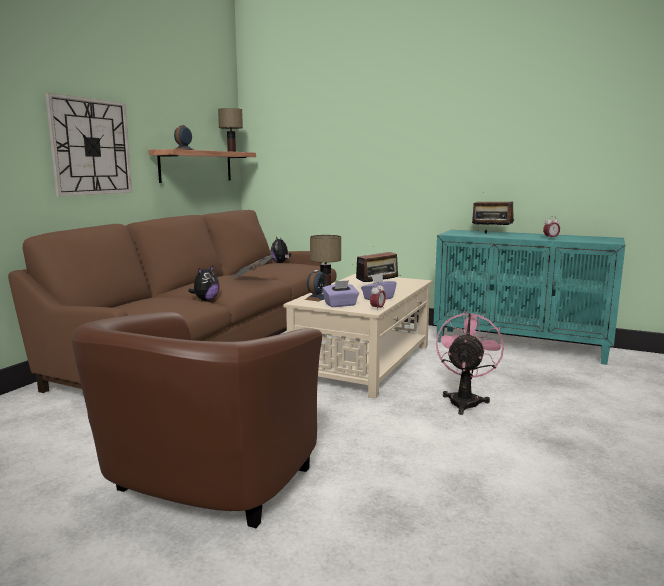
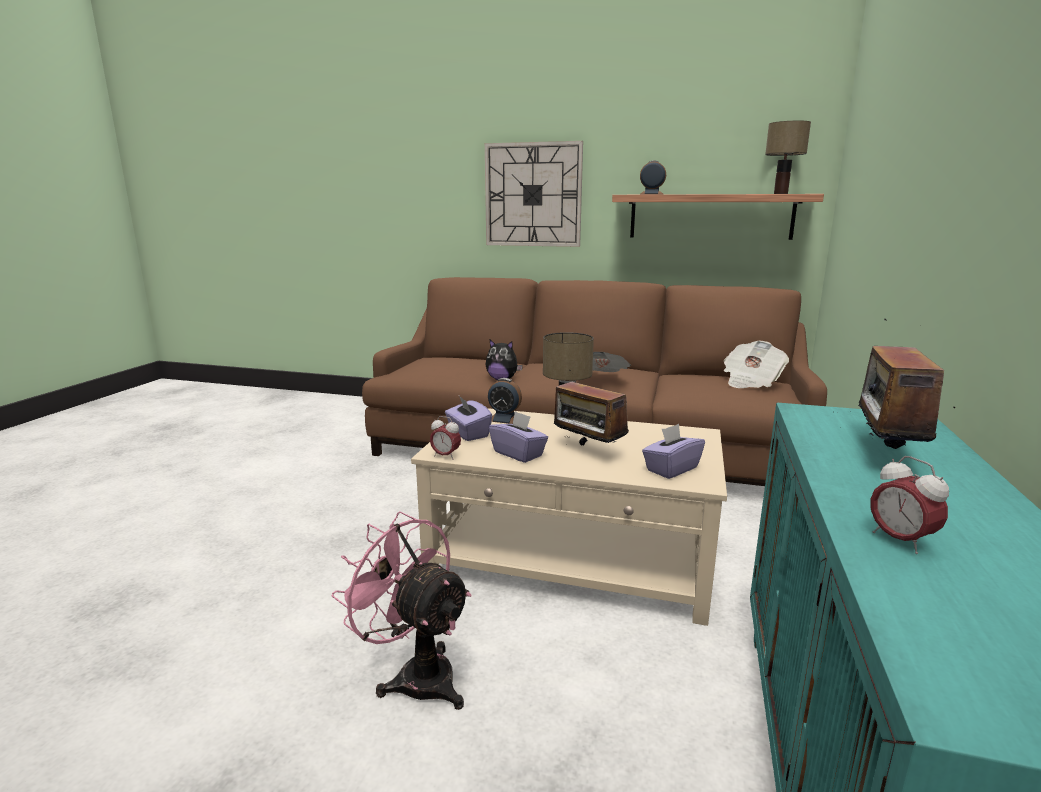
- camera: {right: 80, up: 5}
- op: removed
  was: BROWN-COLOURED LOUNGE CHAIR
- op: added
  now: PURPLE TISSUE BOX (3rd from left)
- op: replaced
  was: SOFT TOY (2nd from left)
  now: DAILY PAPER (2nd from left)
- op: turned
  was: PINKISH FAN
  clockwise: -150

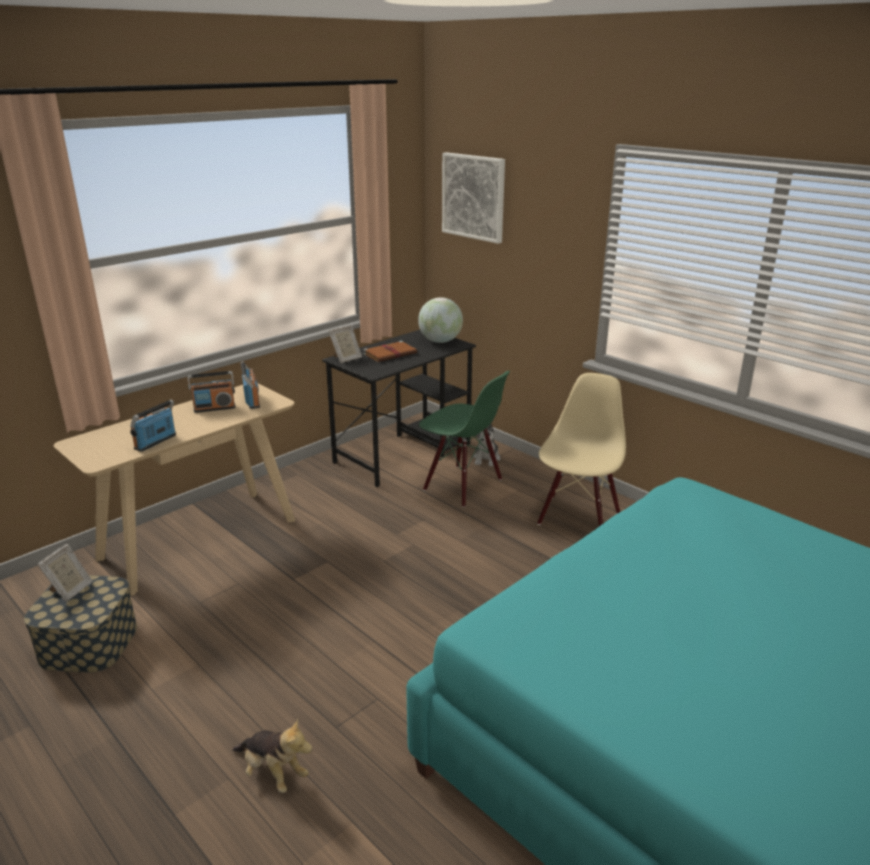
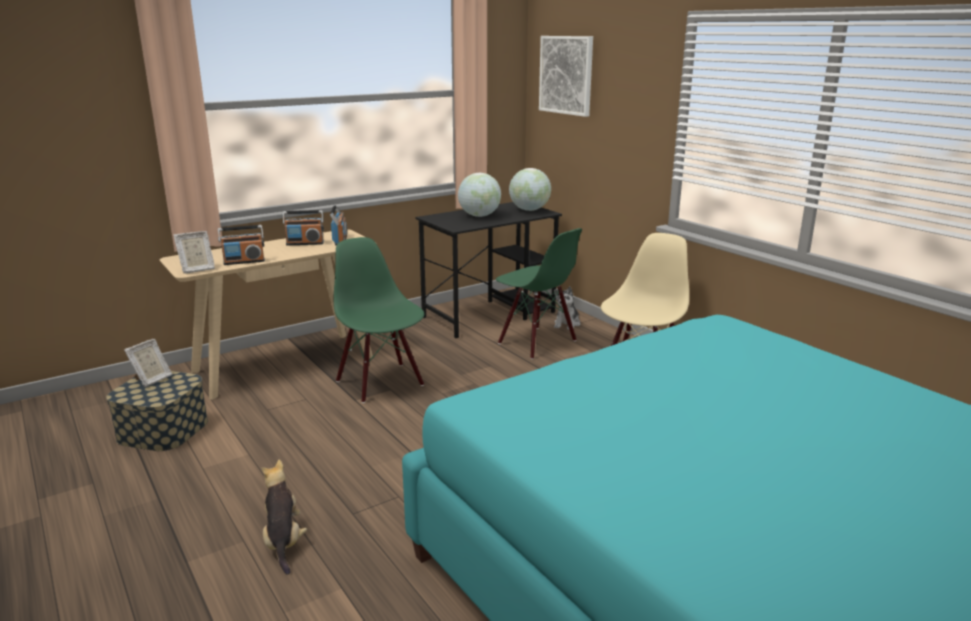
- camera: {right: 10, up: -5}
- op: added
  now: GREENISH UPRIGHT CHAIR (1st from left)
- op: moved
  was: PICTURE FRAME (2nd from left)
- op: replaced
  was: BROWN-COLOURED BOOK
  now: GLOBE (1st from left)
- op: turned
  was: RADIO (1st from left)
  clockwise: -150
- op: turned
  was: SOFT TOY (1st from left)
  clockwise: -150

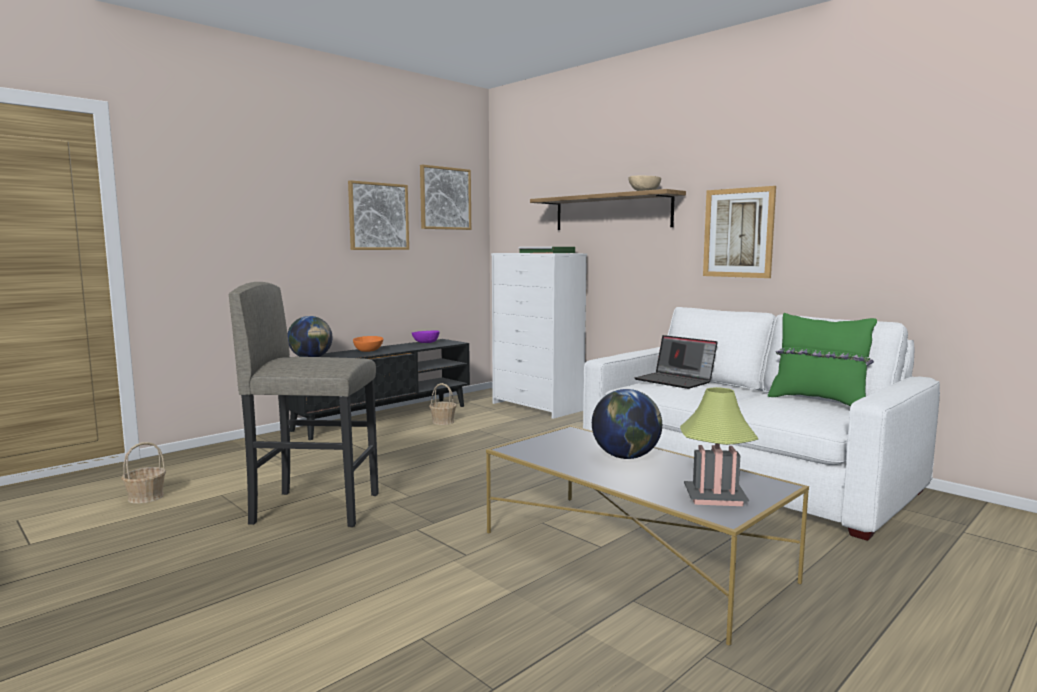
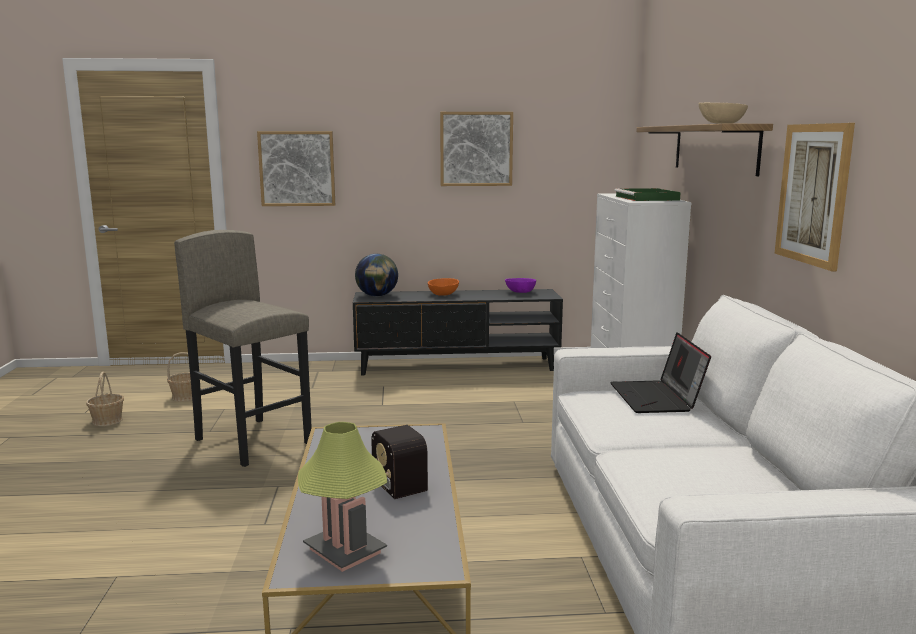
- camera: {right: 40, up: 5}
- op: removed
  was: GREENISH CUSHION
- op: moved
  was: WALL ART (2nd from left in the first image)
  now: WALL ART (1st from left)
- op: moved
  was: STORAGE BASKET (2nd from left in the first image)
  now: STORAGE BASKET (1st from left)
- op: replaced
  was: GLOBE (2nd from left)
  now: RADIO

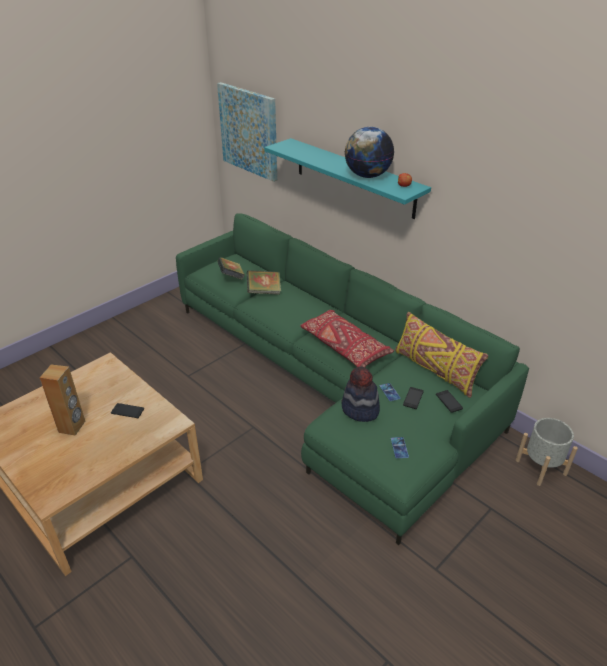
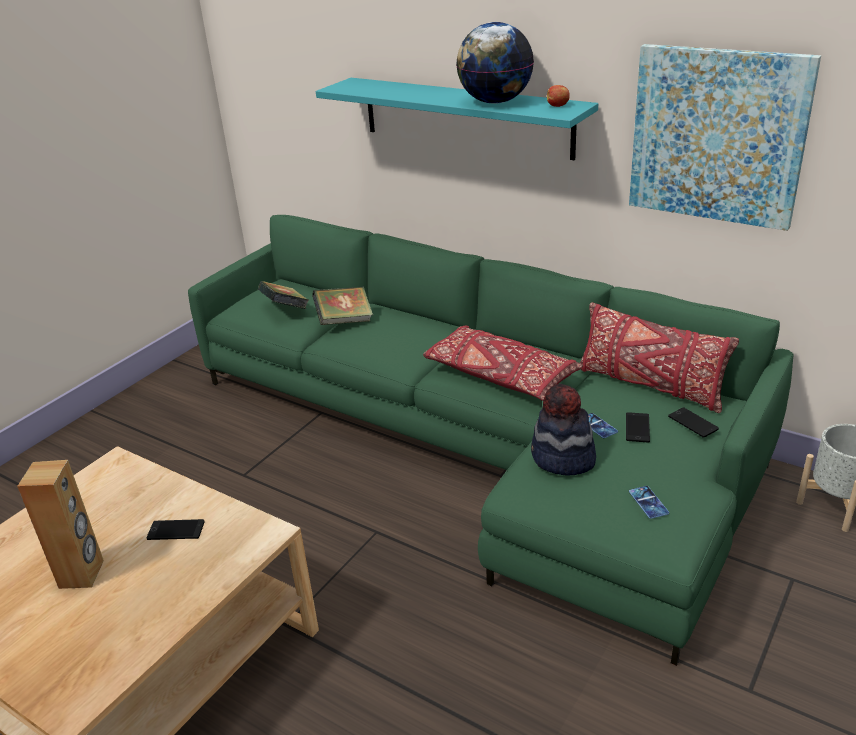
- camera: {right: -10, up: -5}
- op: moved
  was: WALL ART
- op: recoloured
  was: YELLOWISH CUSHION
  now: RED-COLOURED CUSHION (2nd from left)

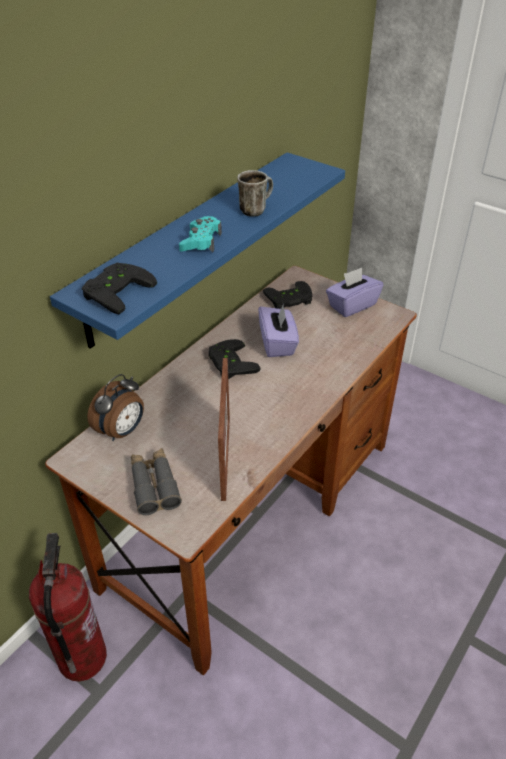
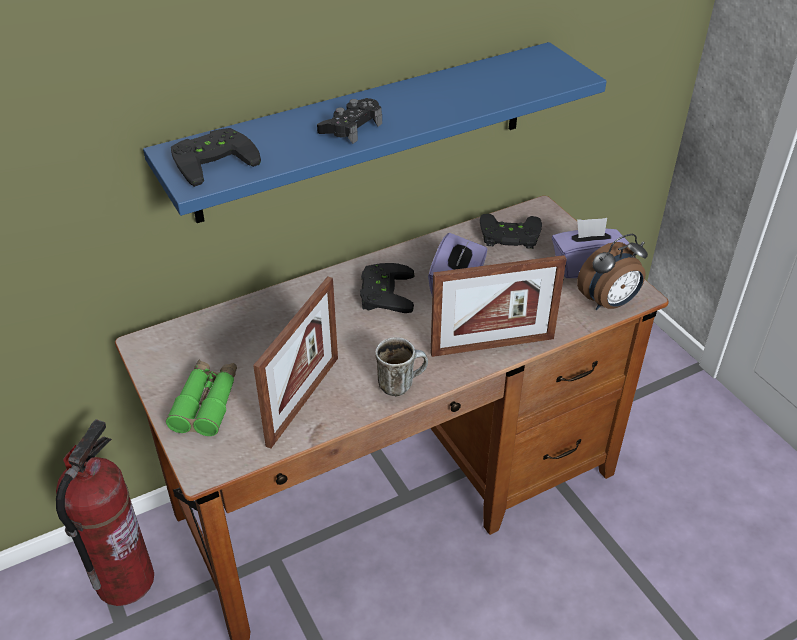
- camera: {right: 25, up: 0}
- op: added
  now: PICTURE FRAME (2nd from left)
- op: moved
  was: TABLE CLOCK
- op: moved
  was: TEA MUG
- op: recoloured
  was: GREY BINOCULARS
  now: GREENISH BINOCULARS
- op: recoloured
  was: TURQUOISE GAME CONTROLLER
  now: BLACKISH GAME CONTROLLER (2nd from left)

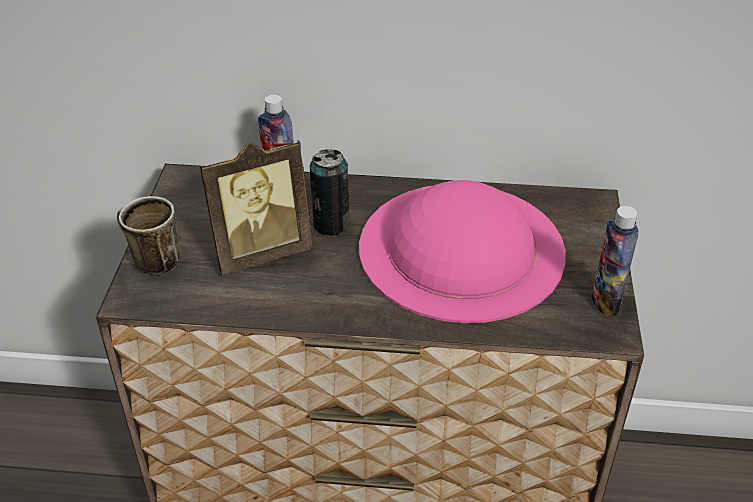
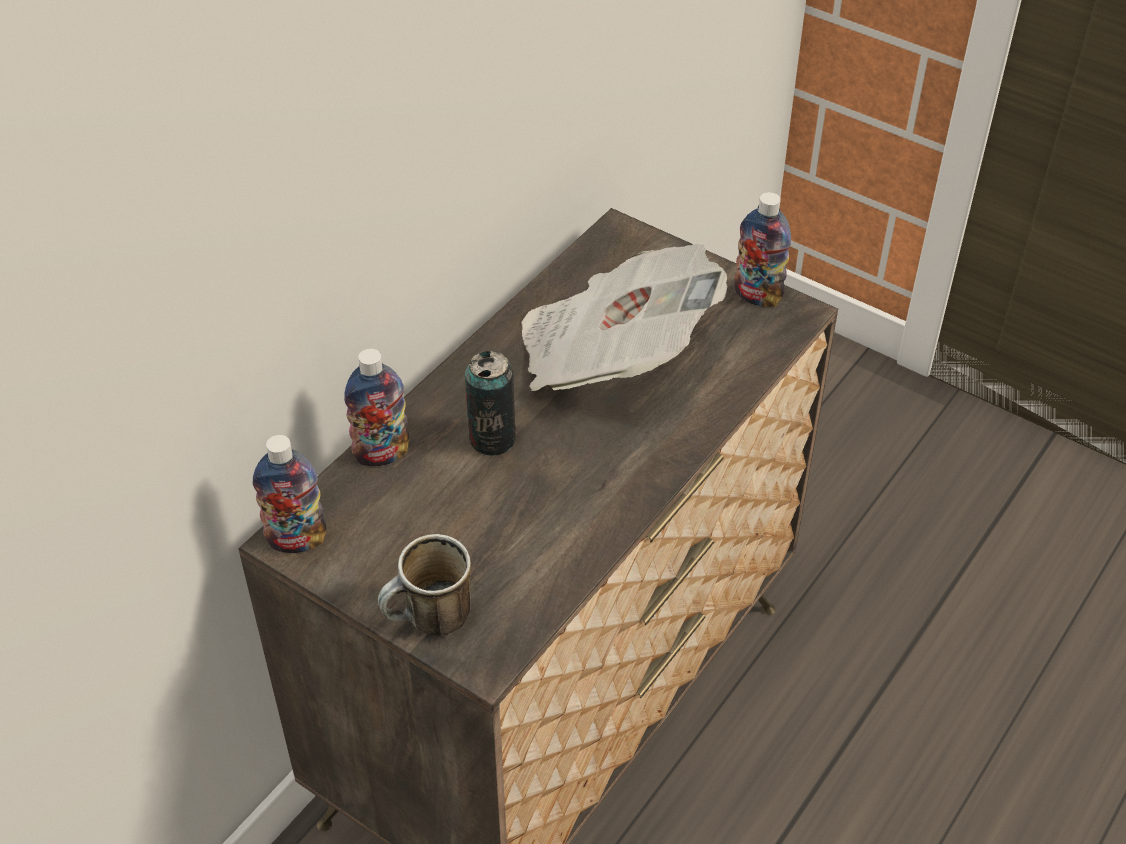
- camera: {right: -60, up: 5}
- op: removed
  was: PICTURE FRAME
- op: added
  now: BEVERAGE BOTTLE (1st from left)
- op: replaced
  was: PINKISH WEARABLE HAT
  now: DAILY PAPER

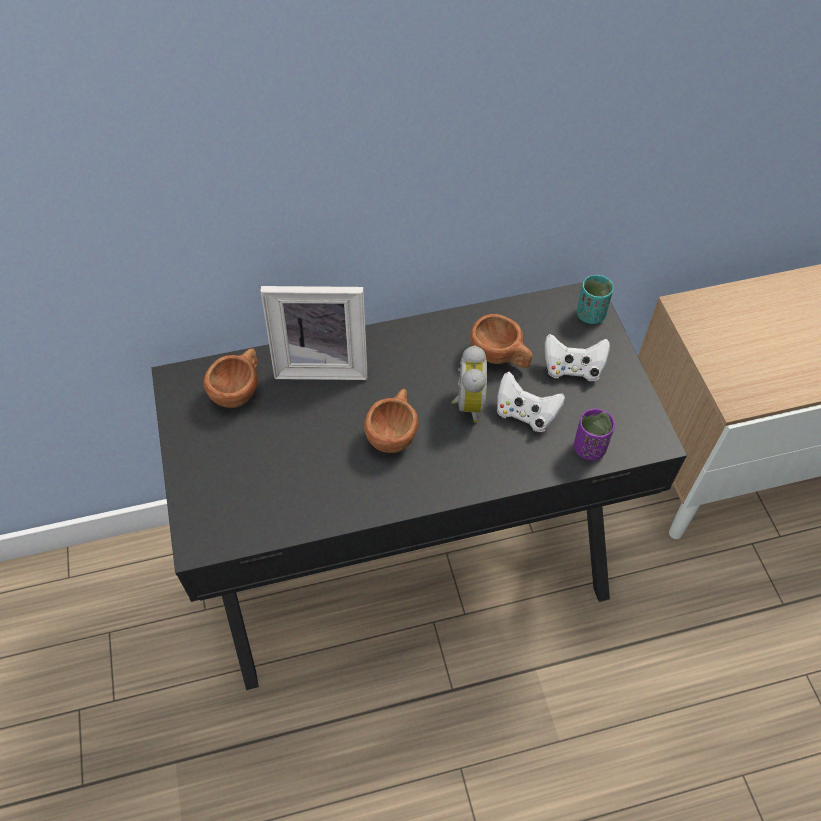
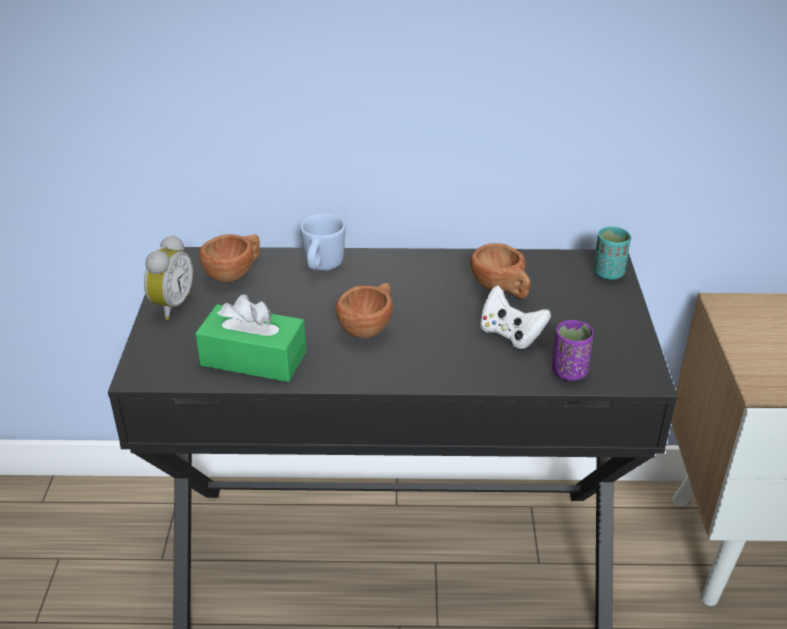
- camera: {right: 15, up: -20}
- op: removed
  was: WHITE-COLOURED GAME CONTROLLER (2nd from left)
- op: added
  now: GREENISH TISSUE BOX
- op: moved
  was: TABLE CLOCK
- op: replaced
  was: PICTURE FRAME
  now: BLUISH TEA MUG

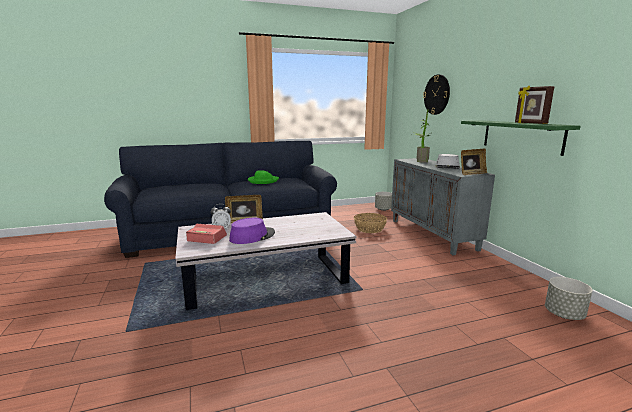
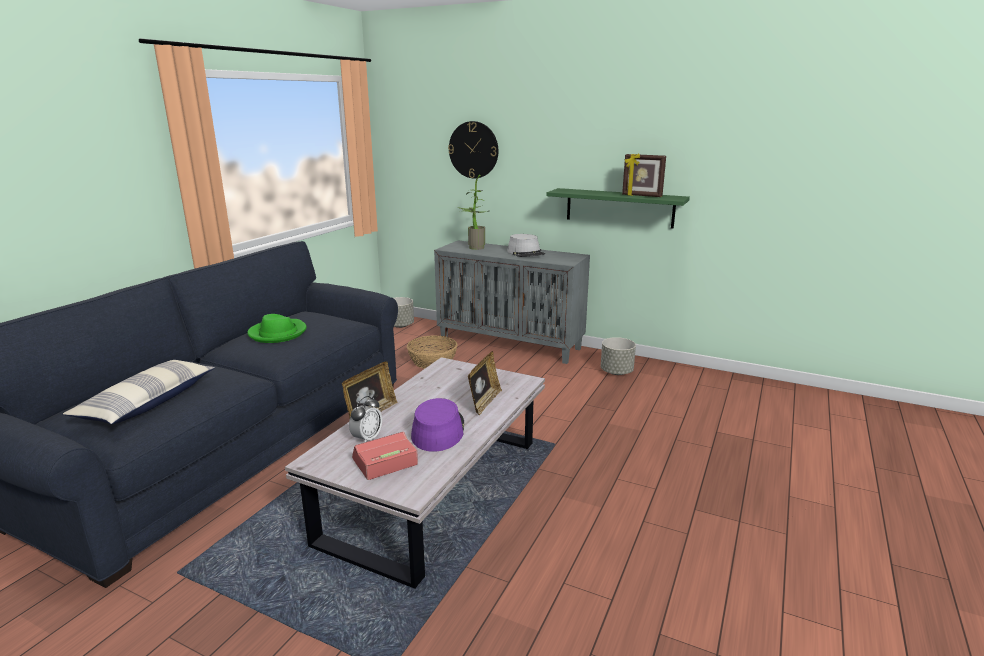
- camera: {right: -45, up: 5}
- op: added
  now: CUSHION
- op: moved
  was: PICTURE FRAME (2nd from left)
- op: moved
  was: GREY FLOWER POT (2nd from left)

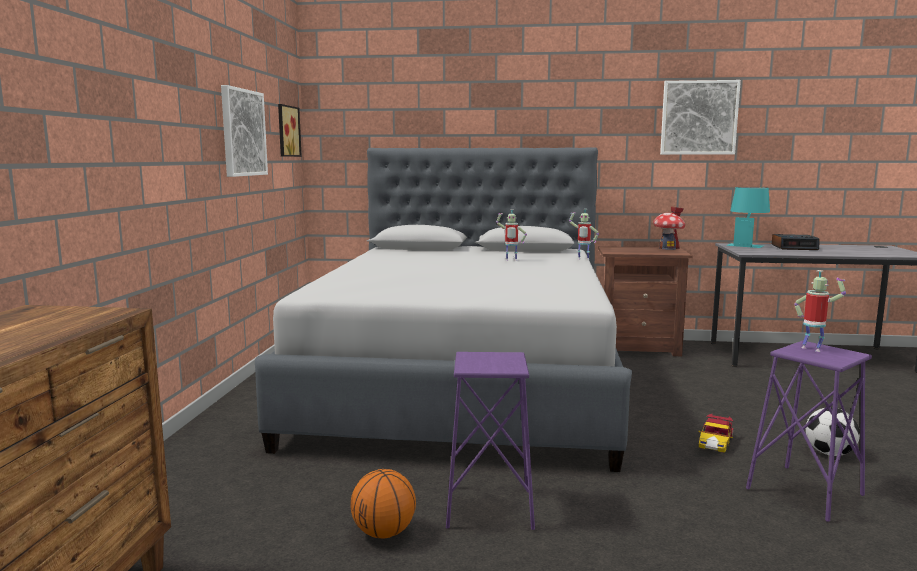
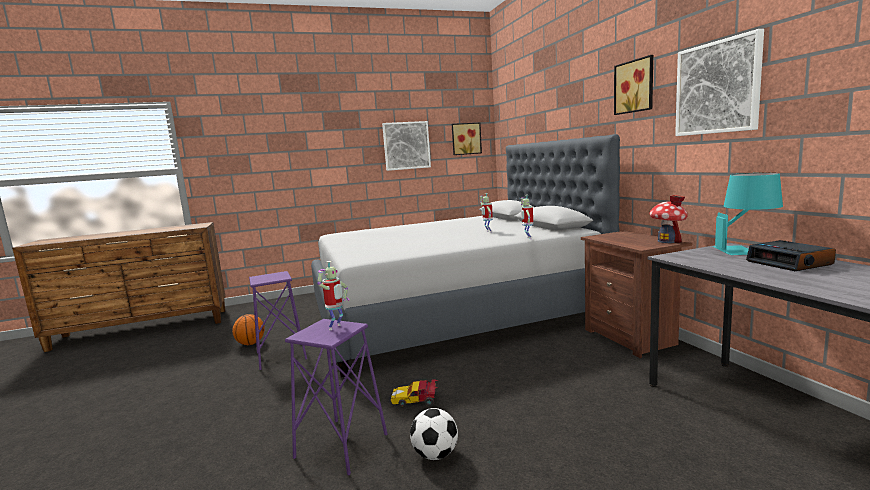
- camera: {right: 65, up: 0}
- op: added
  now: WALL ART (3rd from left)

